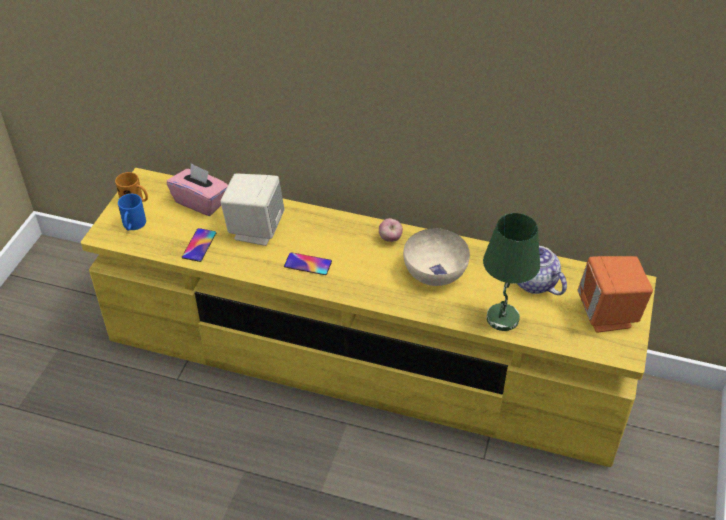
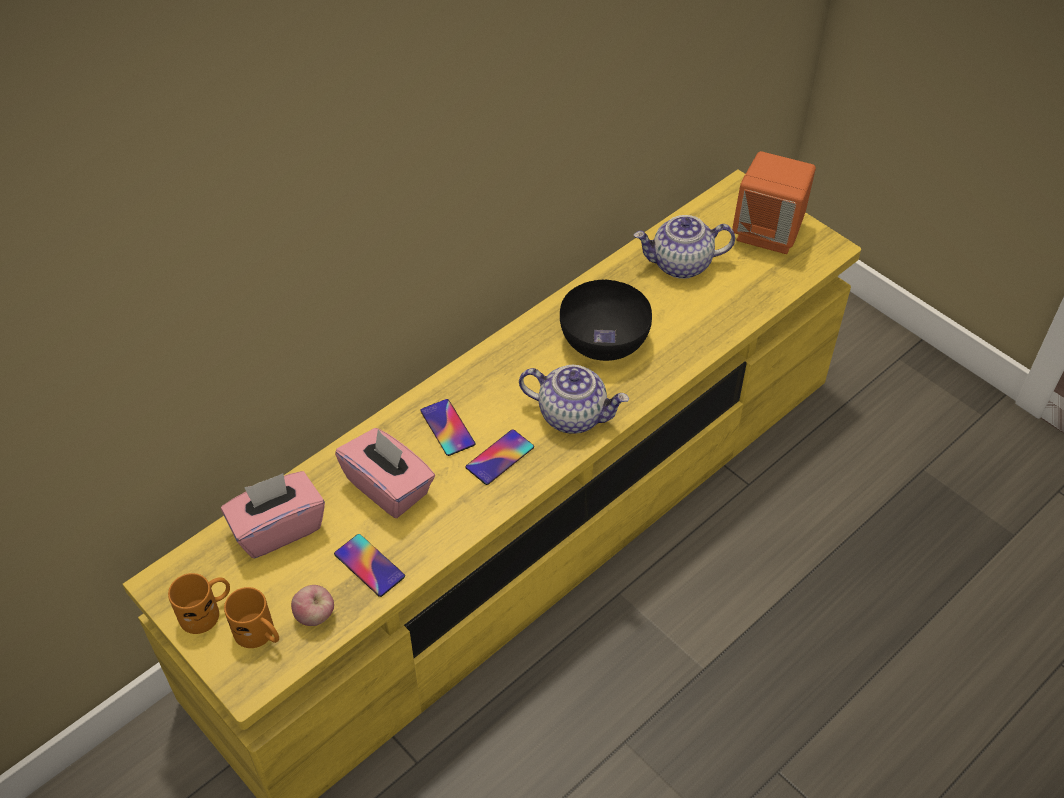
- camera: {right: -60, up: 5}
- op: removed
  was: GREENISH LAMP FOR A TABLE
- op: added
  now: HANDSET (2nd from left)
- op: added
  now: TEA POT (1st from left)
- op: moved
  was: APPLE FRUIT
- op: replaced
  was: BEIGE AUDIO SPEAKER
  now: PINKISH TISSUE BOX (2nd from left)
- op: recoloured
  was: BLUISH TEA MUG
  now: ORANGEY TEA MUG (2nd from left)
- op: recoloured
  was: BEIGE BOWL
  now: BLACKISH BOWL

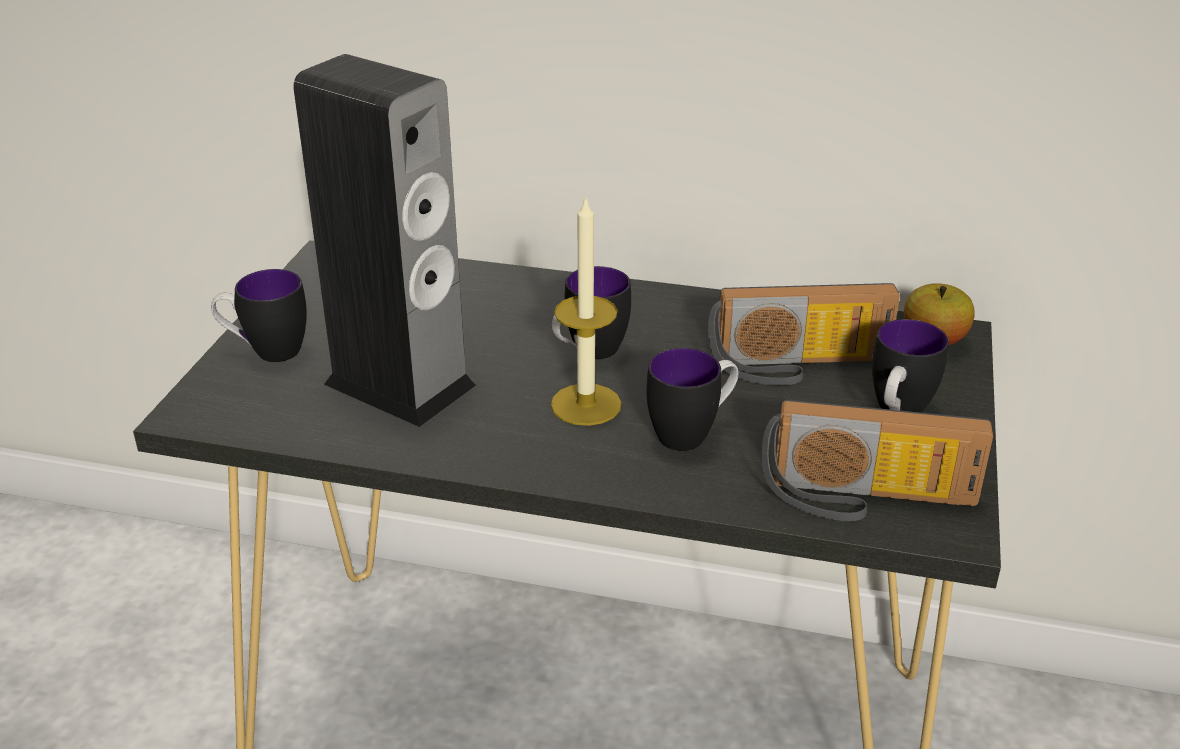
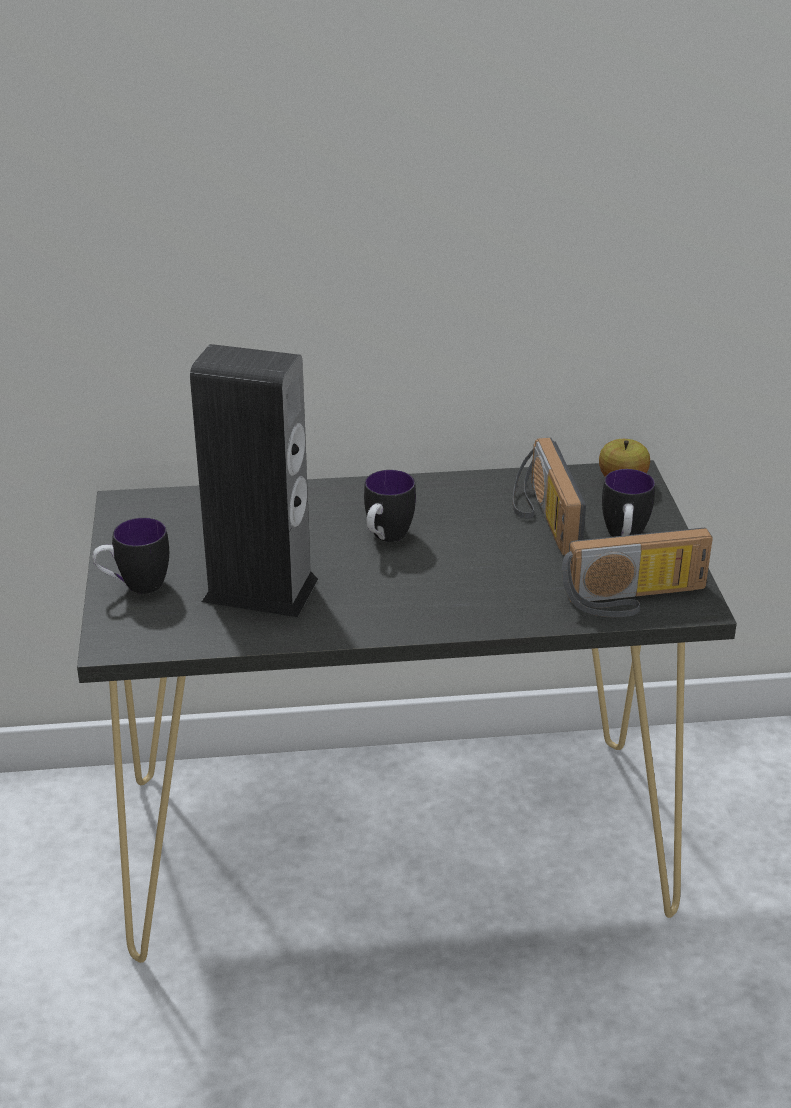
- camera: {right: -20, up: 0}
- op: removed
  was: WAX CANDLE
- op: removed
  was: TEA MUG (3rd from left)
- op: turned
  was: RADIO (1st from left)
  clockwise: 105

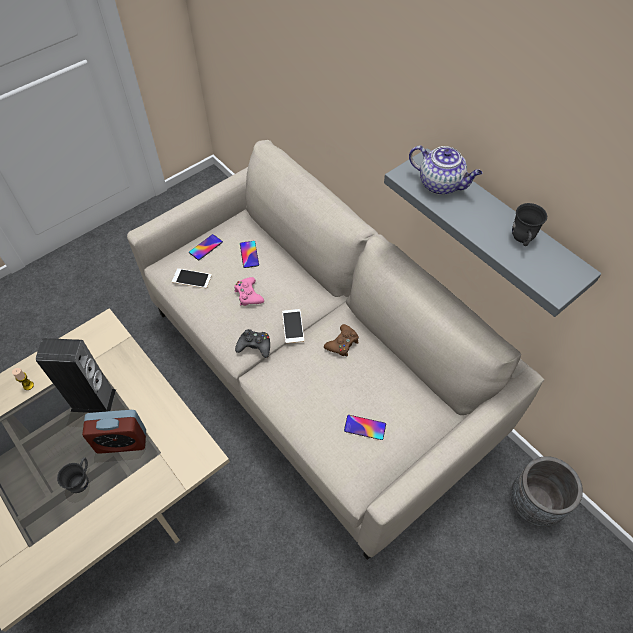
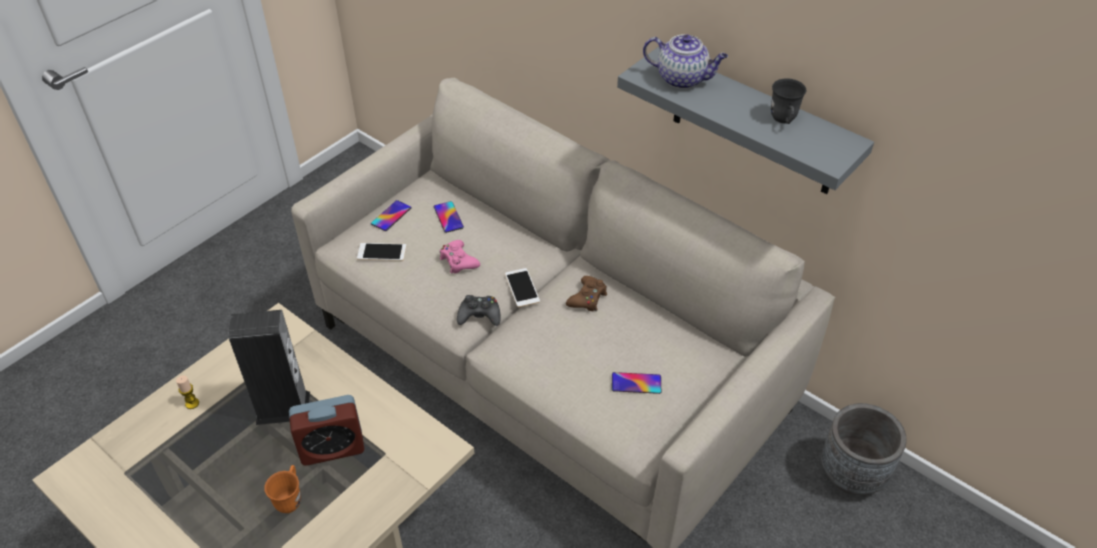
- camera: {right: -10, up: -10}
- op: recoloured
  was: GREY TEA MUG (1st from left)
  now: ORANGEY TEA MUG

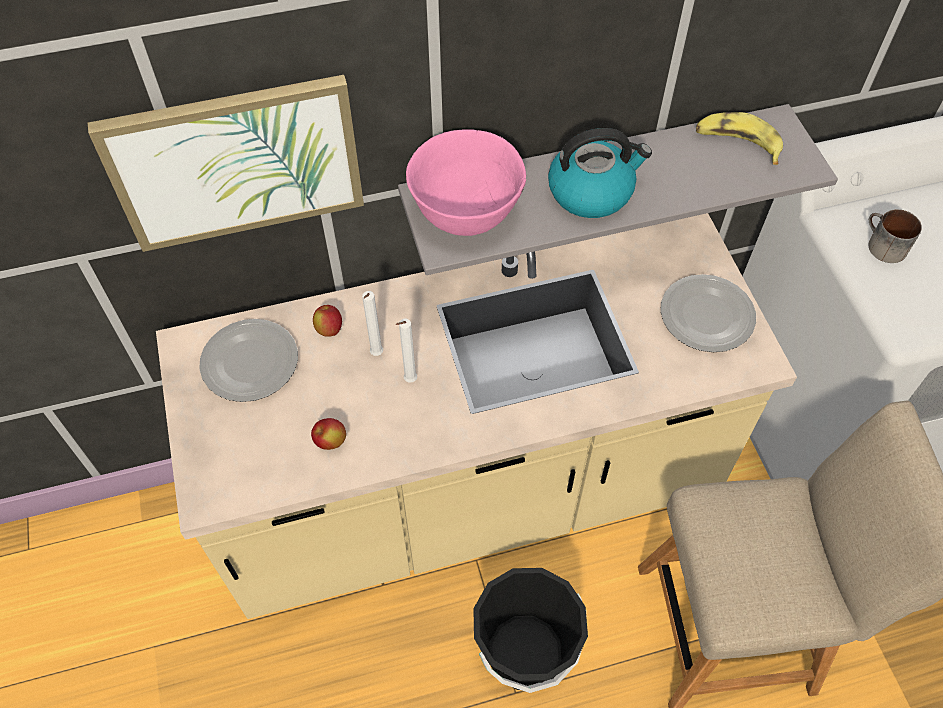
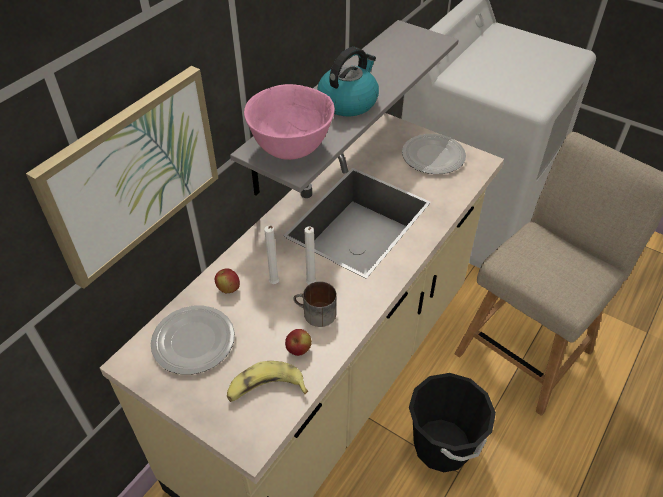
- camera: {right: -40, up: -10}
- op: moved
  was: BANANA FRUIT
- op: moved
  was: TEA MUG

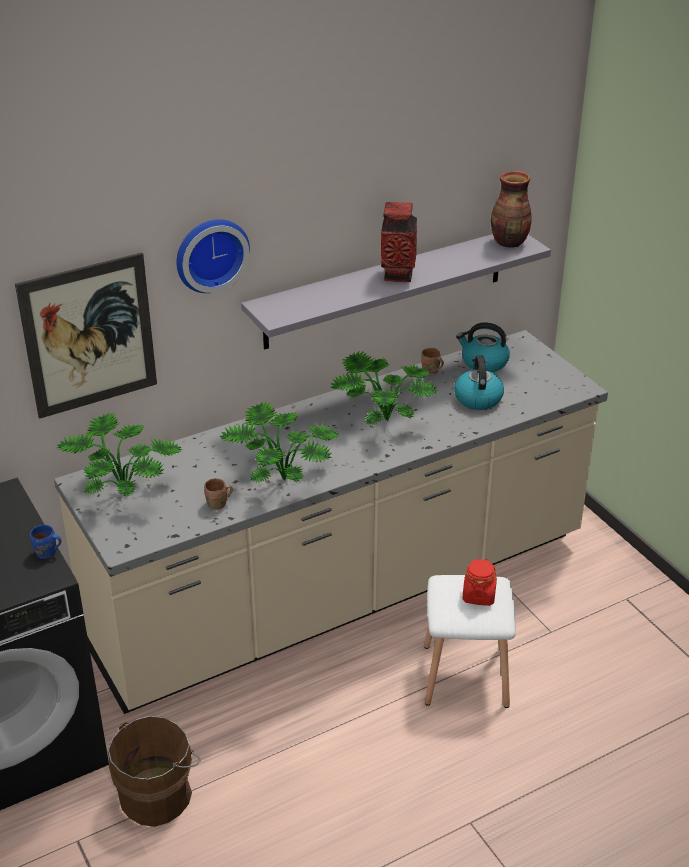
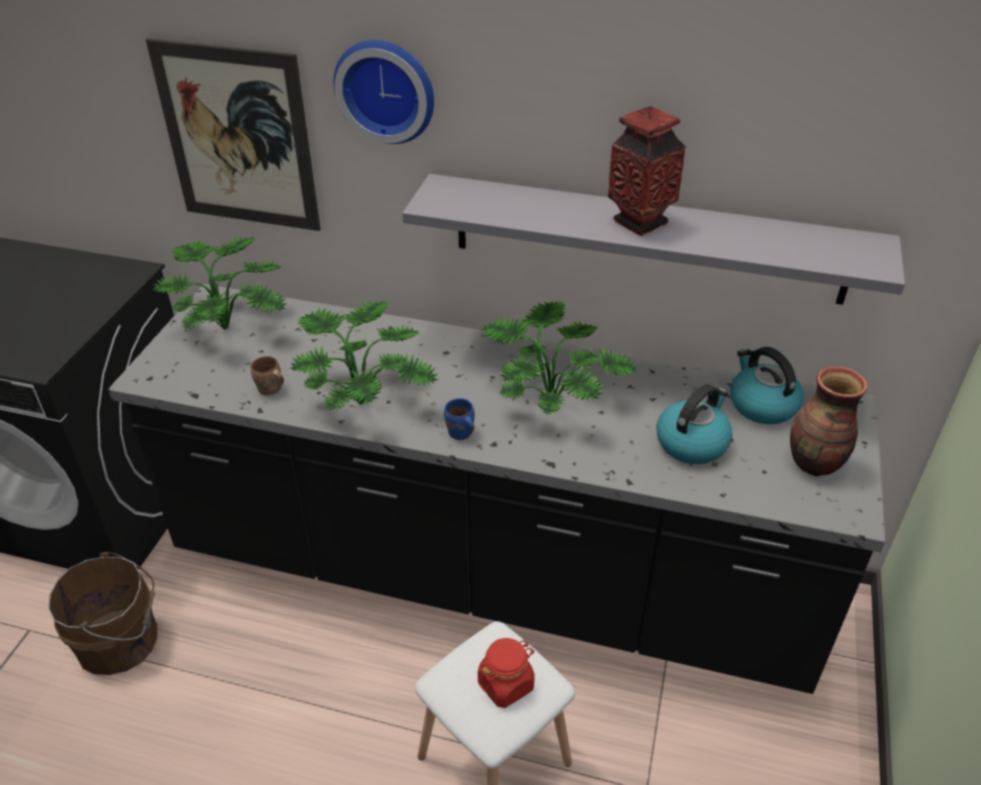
- camera: {right: 45, up: 5}
- op: removed
  was: BROWN-COLOURED TEA MUG (2nd from left)
- op: moved
  was: BLUISH TEA MUG
- op: moved
  was: VASE (2nd from left)
- op: recoloured
  was: BEIGE KITCHEN COUNTER
  now: BLACKISH KITCHEN COUNTER

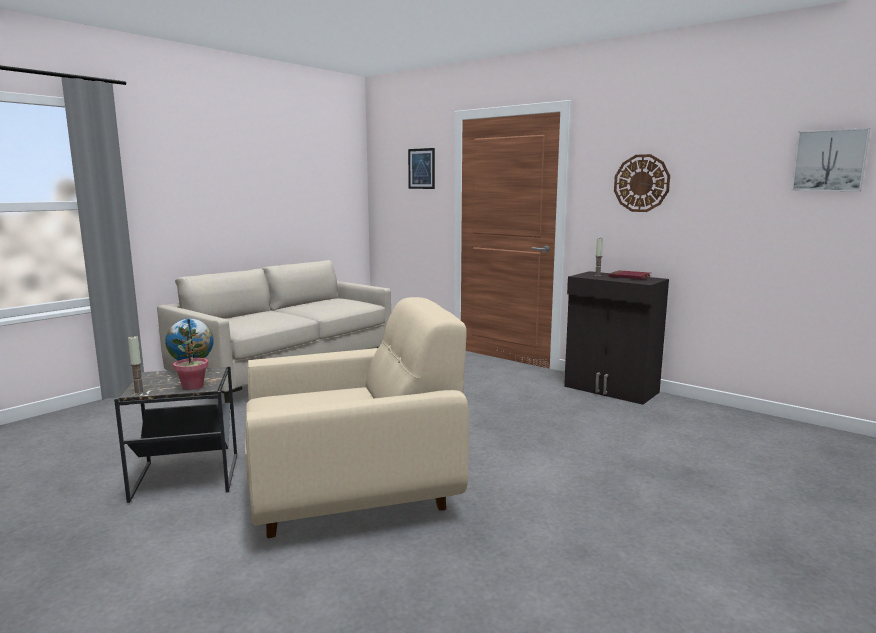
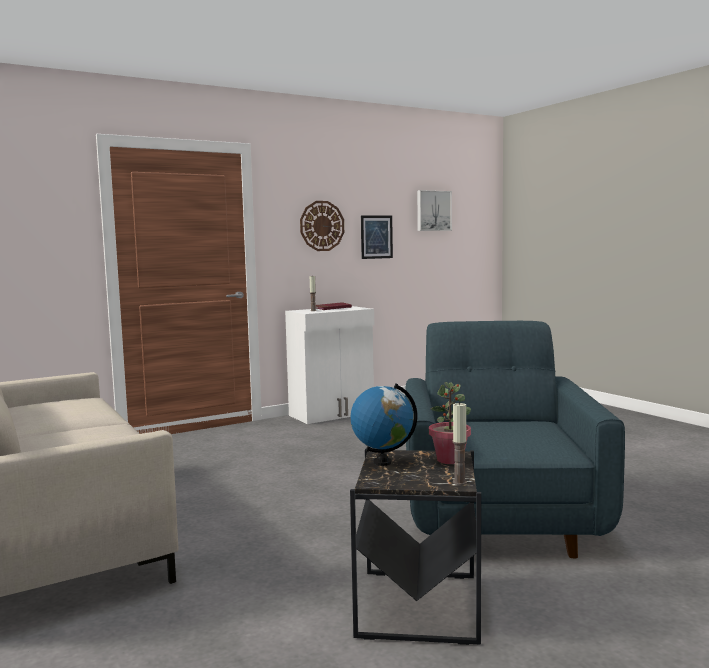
- camera: {right: -70, up: -5}
- op: moved
  was: WALL ART (1st from left)
- op: recoloured
  was: BEIGE LOUNGE CHAIR
  now: BLUISH LOUNGE CHAIR
- op: recoloured
  was: BLACKISH CABINET
  now: WHITE-COLOURED CABINET

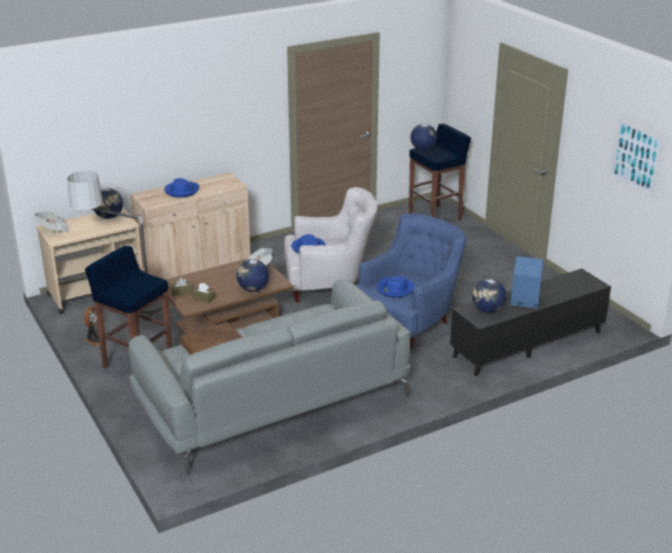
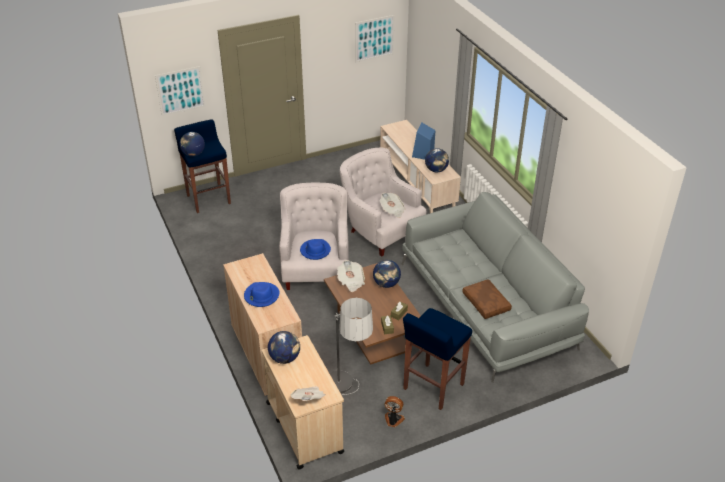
- camera: {right: -85, up: 10}
- op: added
  now: WALL ART (1st from left)
- op: replaced
  was: BLUISH WEARABLE HAT (3rd from left)
  now: DAILY PAPER (3rd from left)
- op: recoloured
  was: BLUISH LOUNGE CHAIR
  now: WHITE-COLOURED LOUNGE CHAIR (2nd from left)
- op: recoloured
  was: BLACKISH MEDIA CONSOLE
  now: BEIGE MEDIA CONSOLE

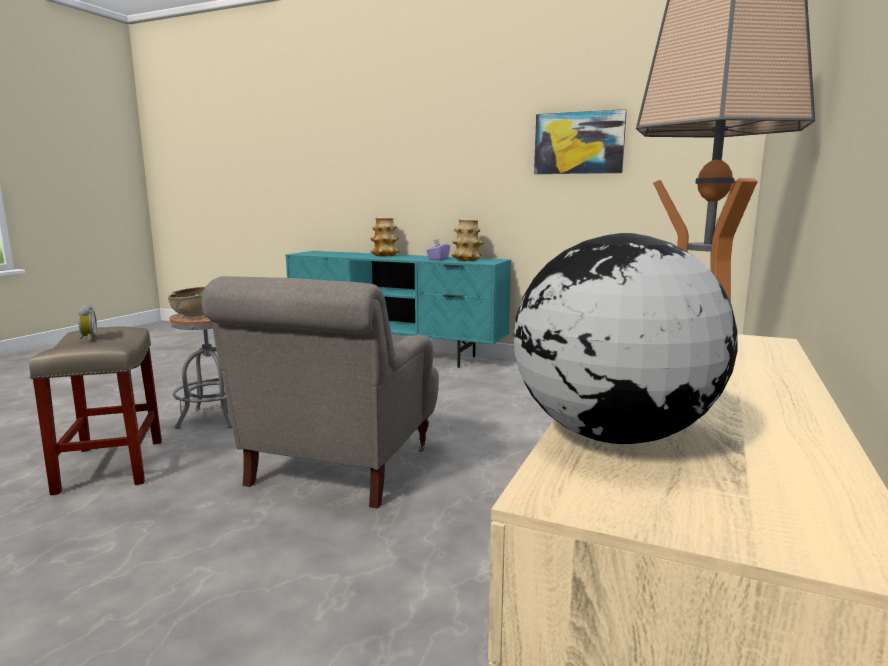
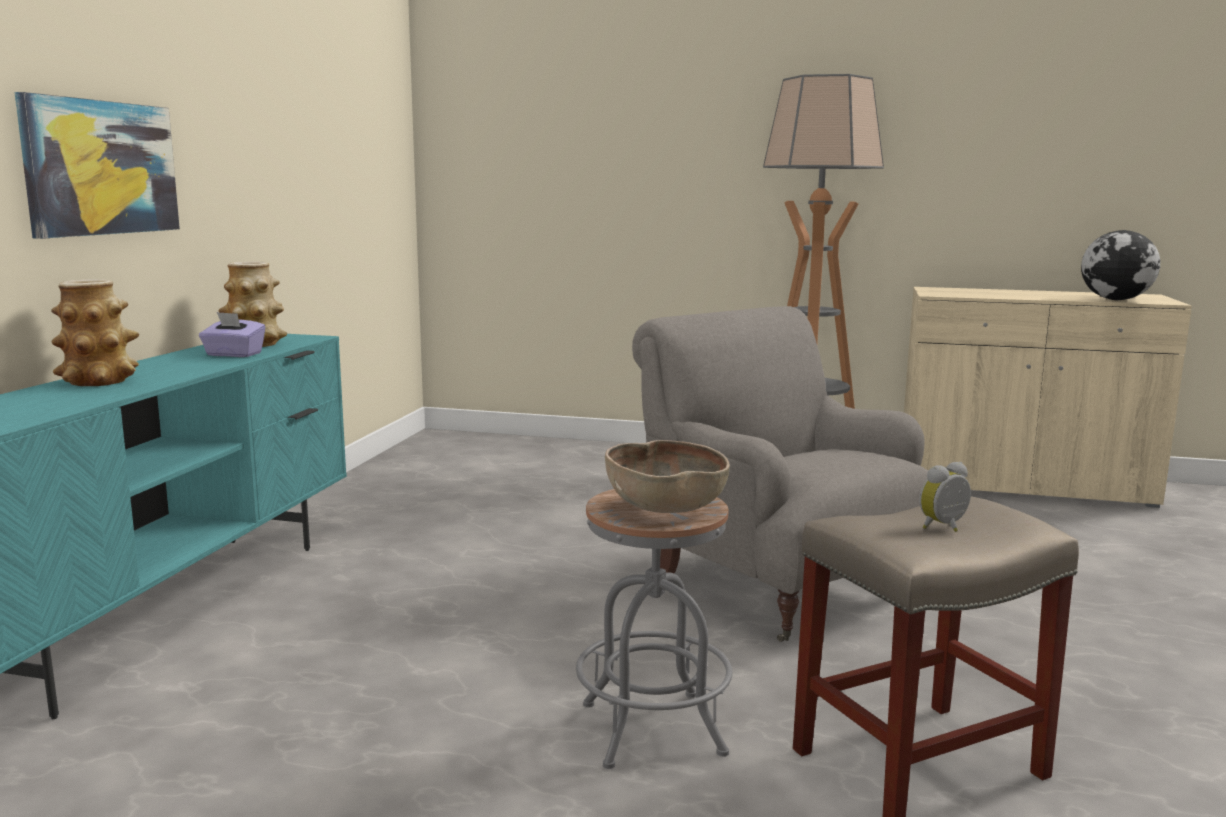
- camera: {right: -100, up: 0}
- op: moved
  was: WALL ART
- op: turned
  was: GREY LOUNGE CHAIR
  clockwise: -135

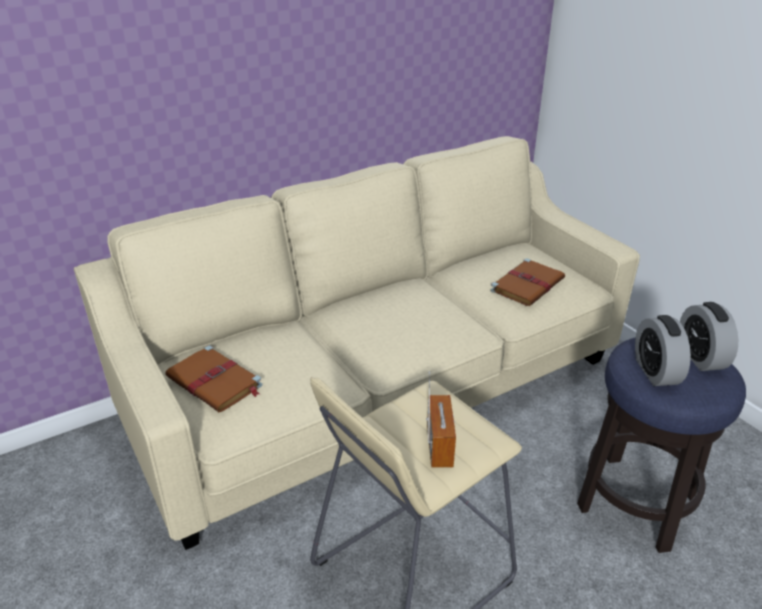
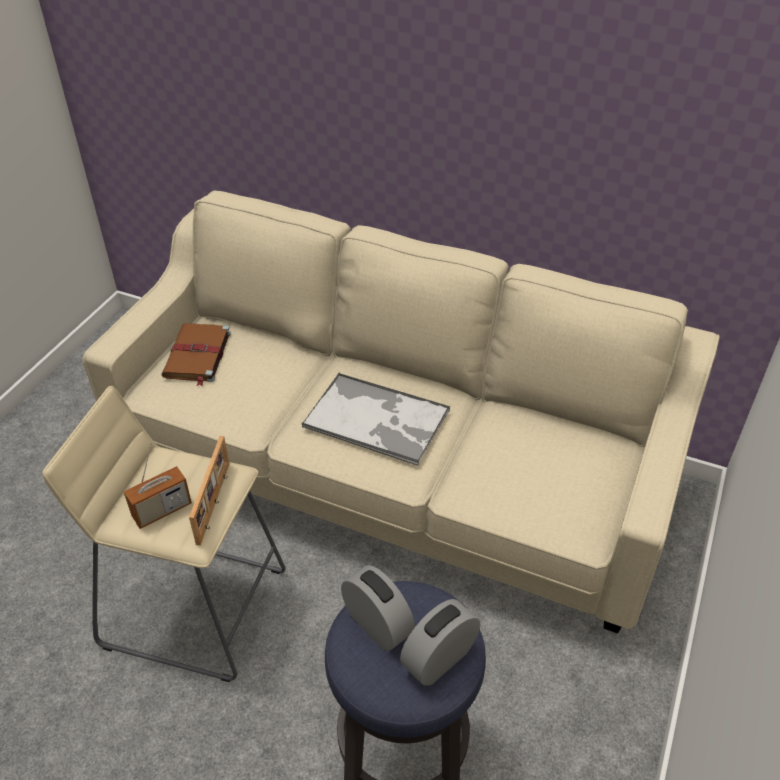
- camera: {right: 55, up: 10}
- op: removed
  was: BROWN-COLOURED BOOK (2nd from left)
- op: added
  now: PICTURE FRAME
- op: added
  now: CARRYING TRAY
- op: turned
  was: TABLE CLOCK (1st from left)
  clockwise: 90

